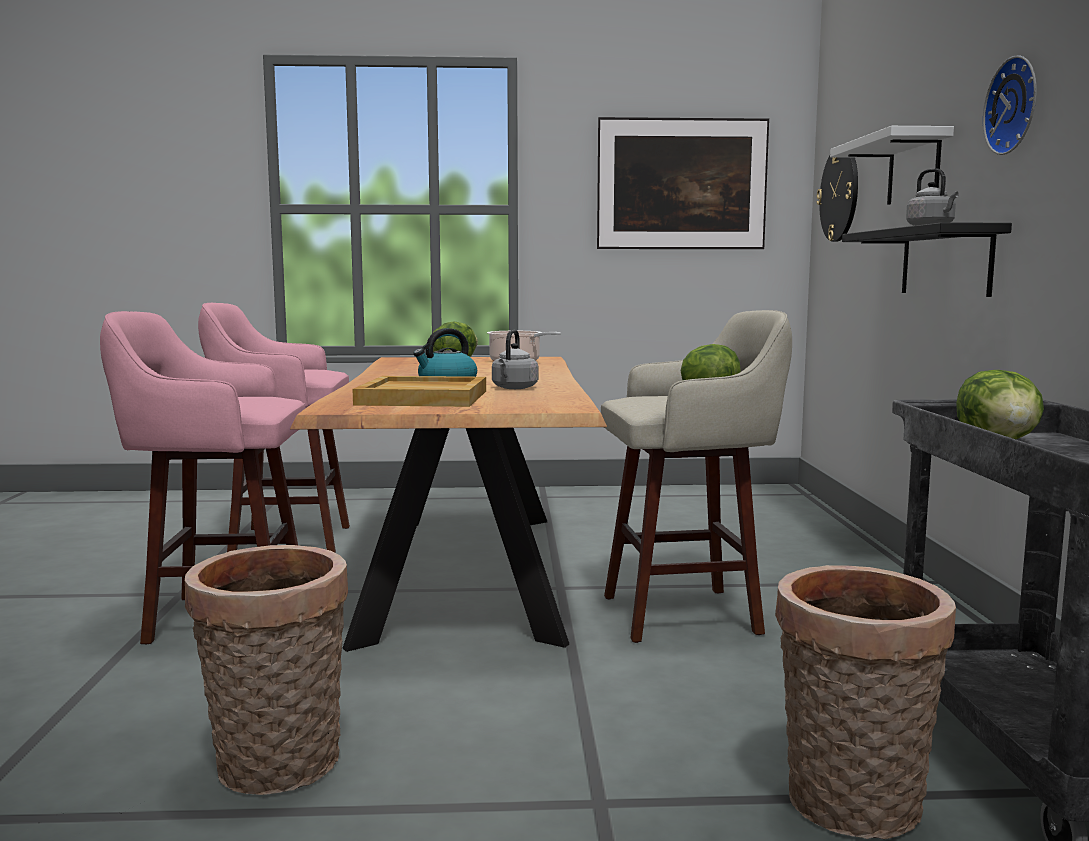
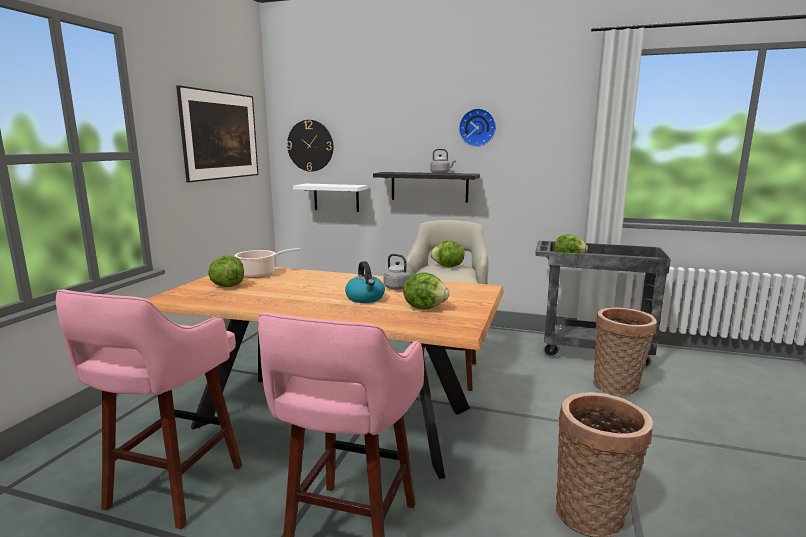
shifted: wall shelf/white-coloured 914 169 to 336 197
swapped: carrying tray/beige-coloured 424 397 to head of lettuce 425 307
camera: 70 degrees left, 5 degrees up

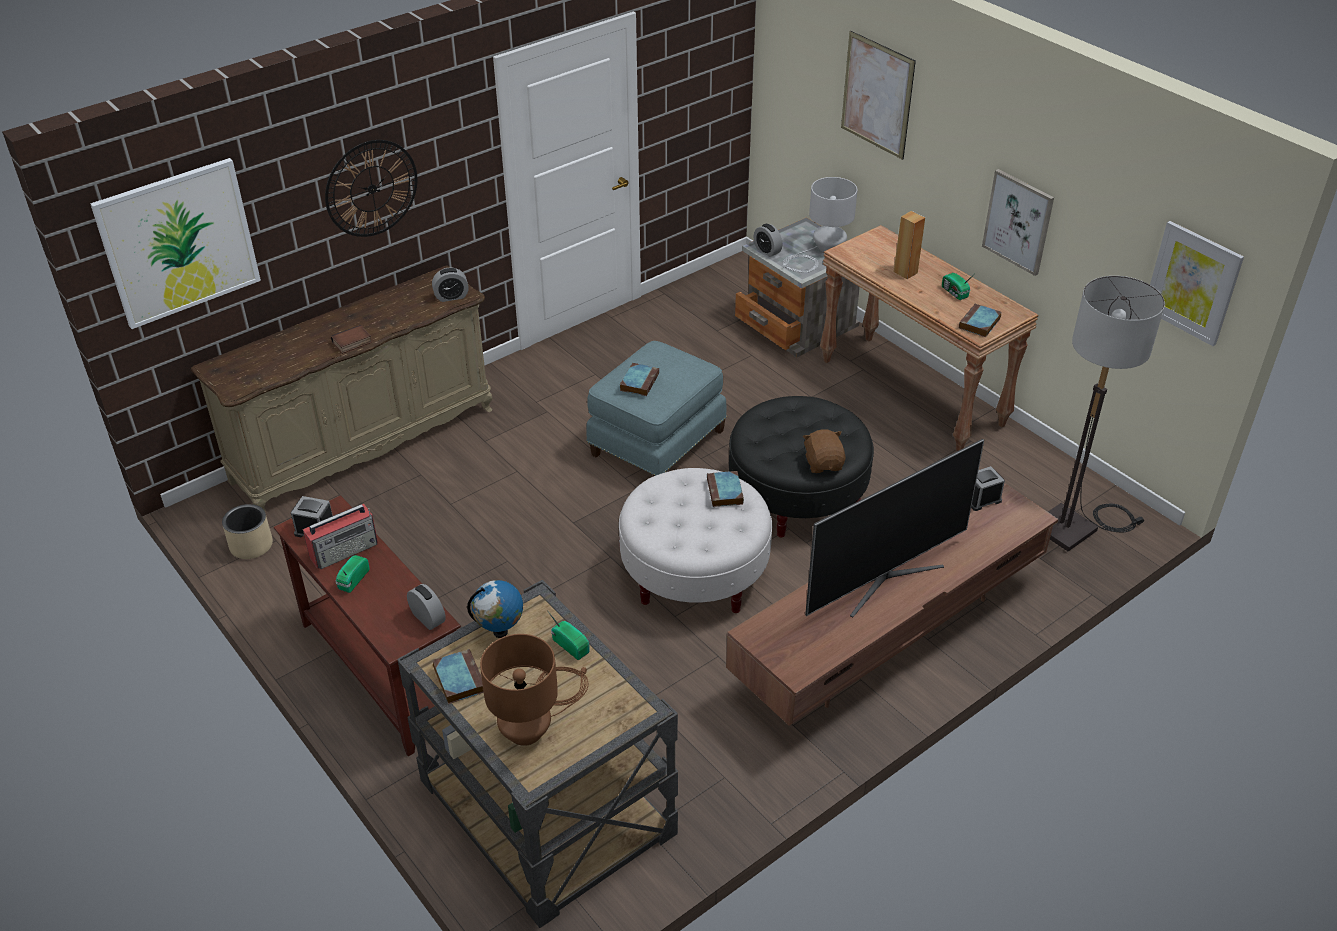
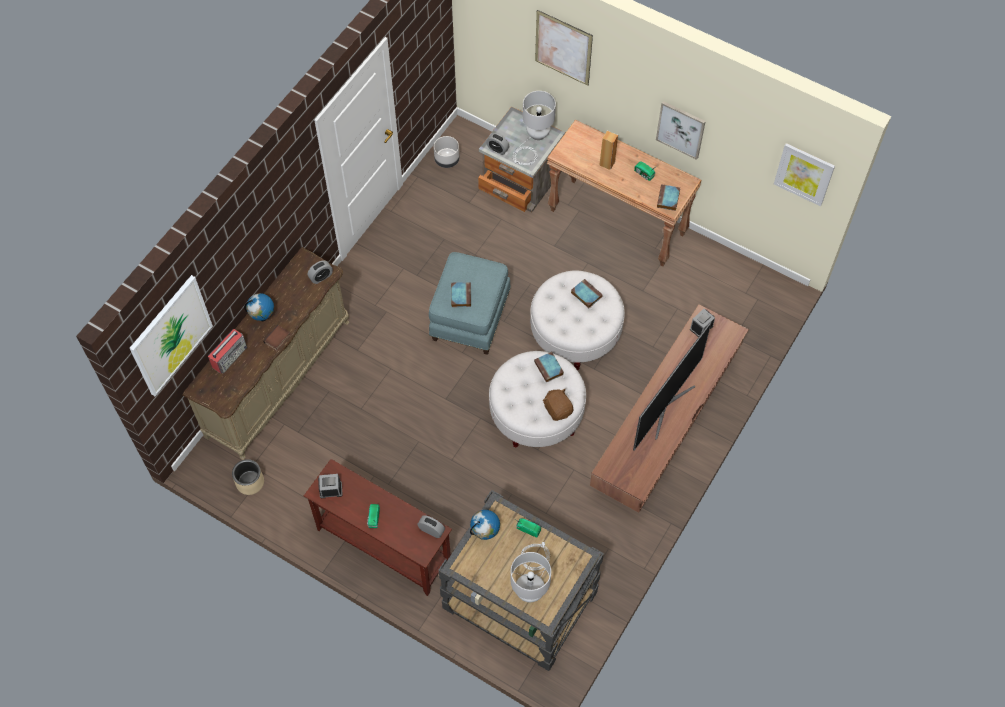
gone: clock on the wall 371 188; floor lamp 1079 527
new: planter/greyish 447 160; desk globe 263 317
shifted: soft toy/brown-coloured 824 463 to 558 409; radio 345 550 to 230 356; book 458 679 to 585 294
repainted: footrest/black-coloured 797 495 to footrest/white-coloured 575 333; tabletop lamp/brown-coloured 540 713 to tabletop lamp/greyish 532 578
camera: 20 degrees left, 20 degrees up

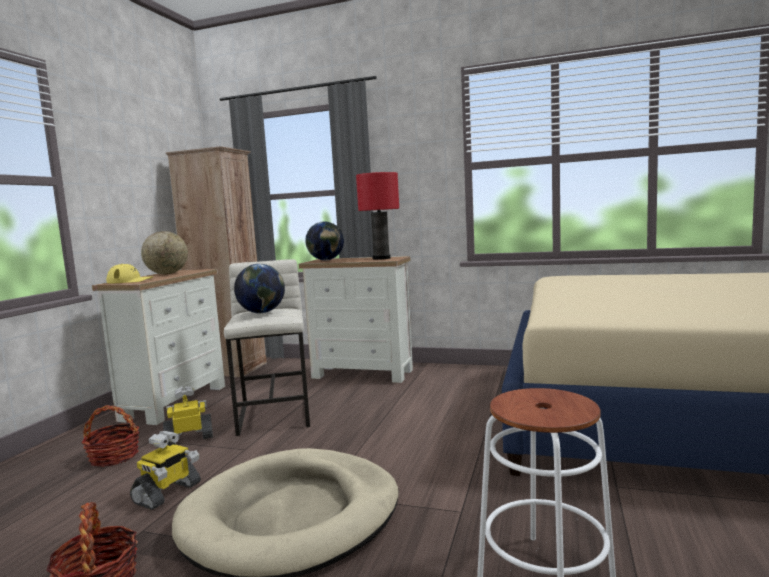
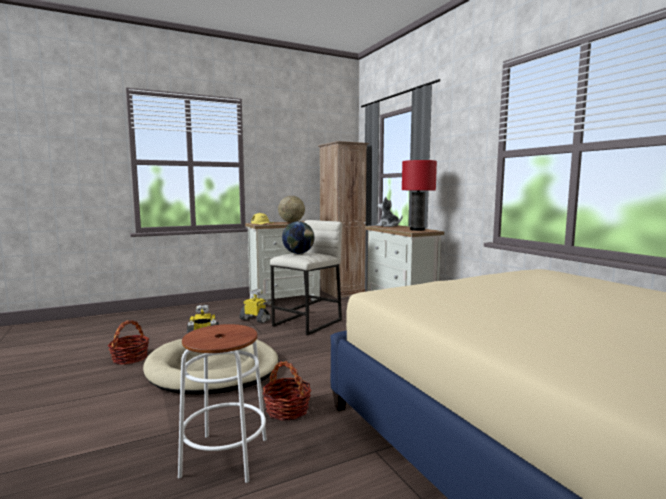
shifted: household basket 114 457 to 287 410
swapped: desk globe 326 260 to soft toy 388 226
camera: 45 degrees right, 0 degrees up

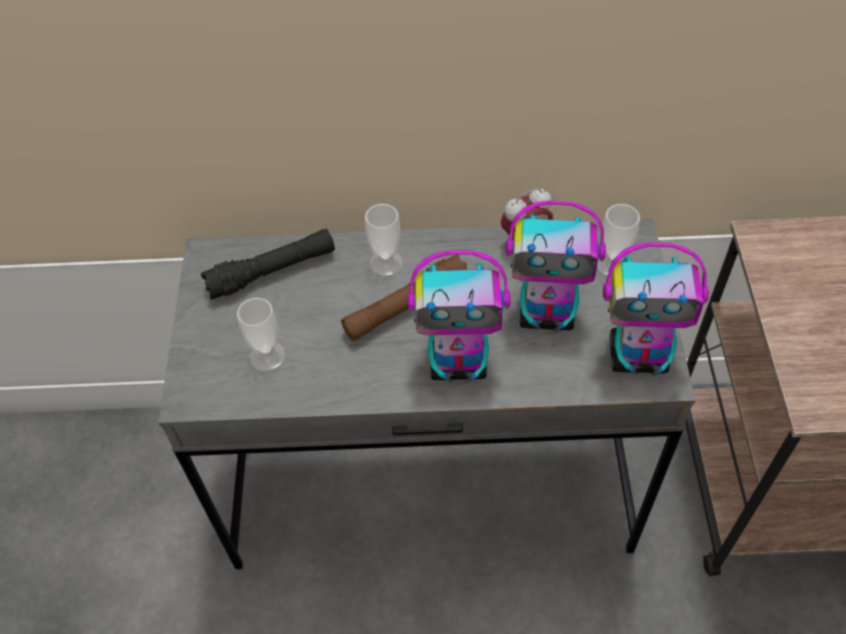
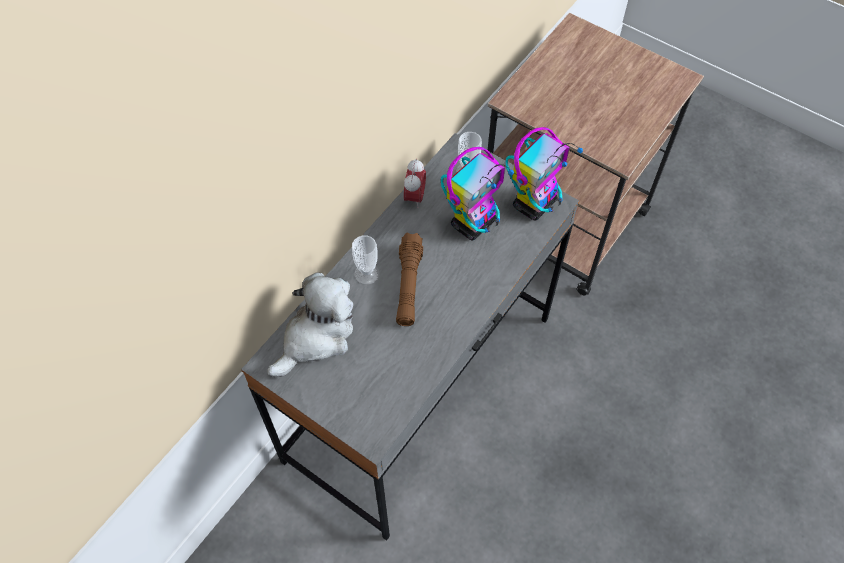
gone: toy robot 459 363; cup 267 356
swapped: torch/black-coloured 272 272 to soft toy 316 336
camera: 55 degrees left, 5 degrees up

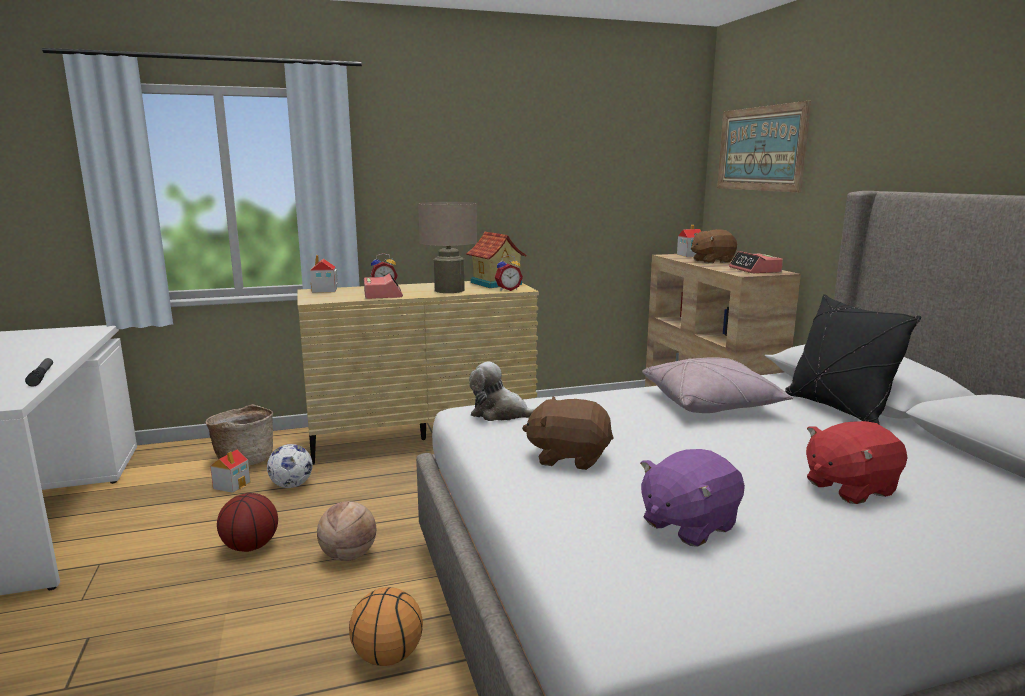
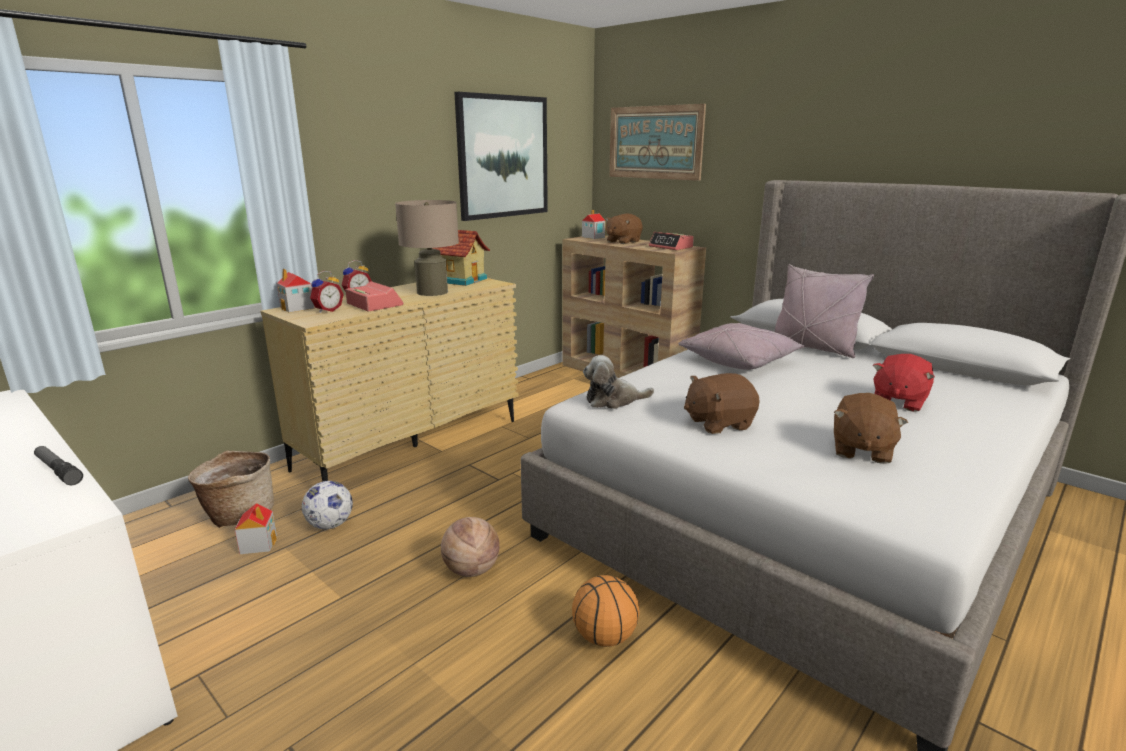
gone: basketball 250 547
new: wall art 503 157
shifted: table clock 507 289 to 327 310
repainted: throw pillow/black-coloured 837 408 to throw pillow/purple 813 349; soft toy/purple 688 524 to soft toy/brown-coloured 861 450
camera: 30 degrees left, 5 degrees up

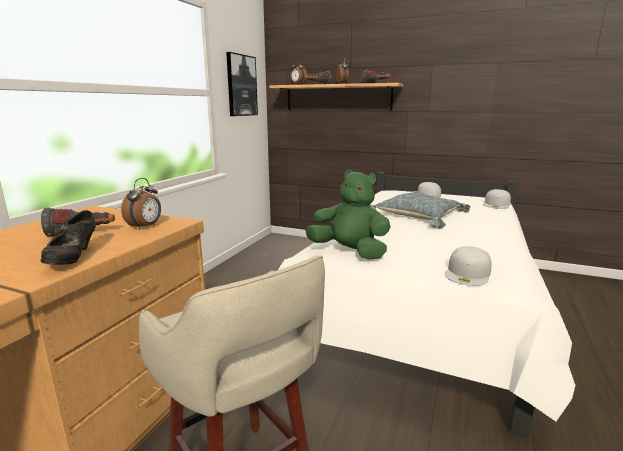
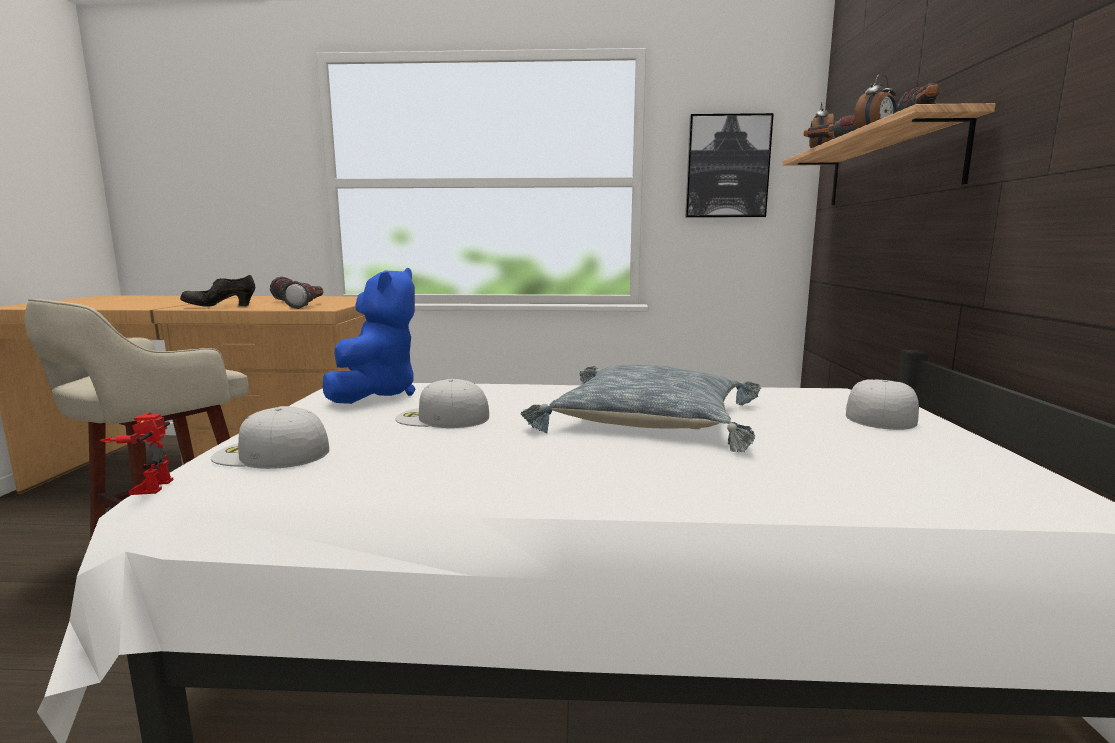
new: toy robot 147 486
shifted: cap/white-coloured 497 204 to 441 418
swapped: table clock 145 226 to torch 309 306
repainted: soft toy/green 349 252 to soft toy/blue-coloured 376 394
camera: 70 degrees right, 5 degrees down

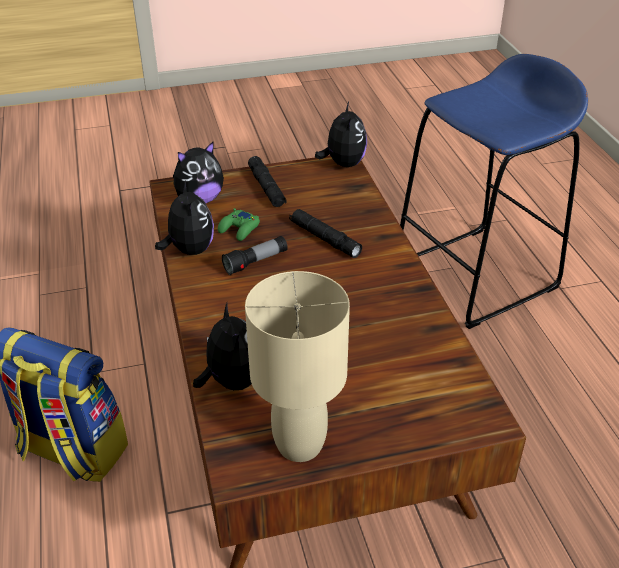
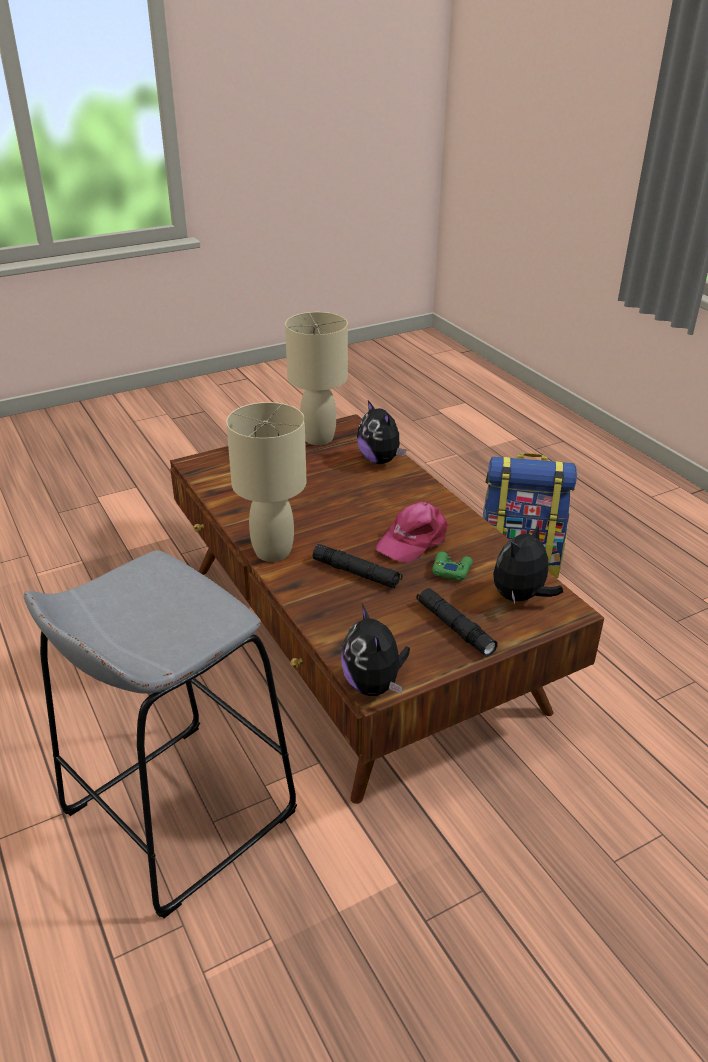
gone: soft toy 189 250
new: tabletop lamp/beige-coloured 273 551
swapped: torch 256 262 to cap/pink-coloured 413 540
repainted: sitting stool/blue-coloured 476 275 to sitting stool/greyish 179 812
camera: 165 degrees right, 5 degrees down

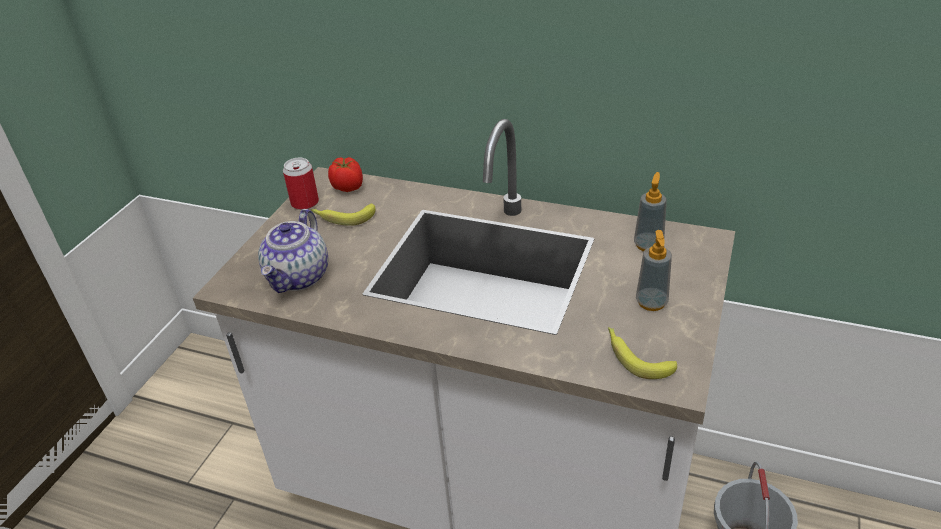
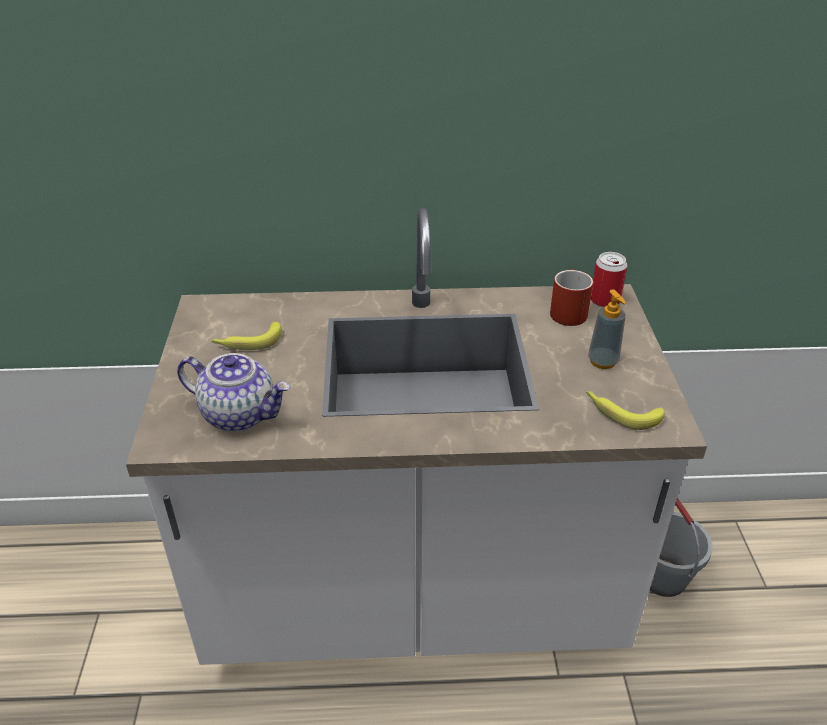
gone: fresh tomato 348 187
shifted: metal can 305 203 to 605 300
swapped: soap bottle 648 245 to coffee mug/red-coloured 566 310
rotated: pot for tea 299 277 = 240 414 60 degrees counterclockwise
camera: 25 degrees left, 0 degrees up

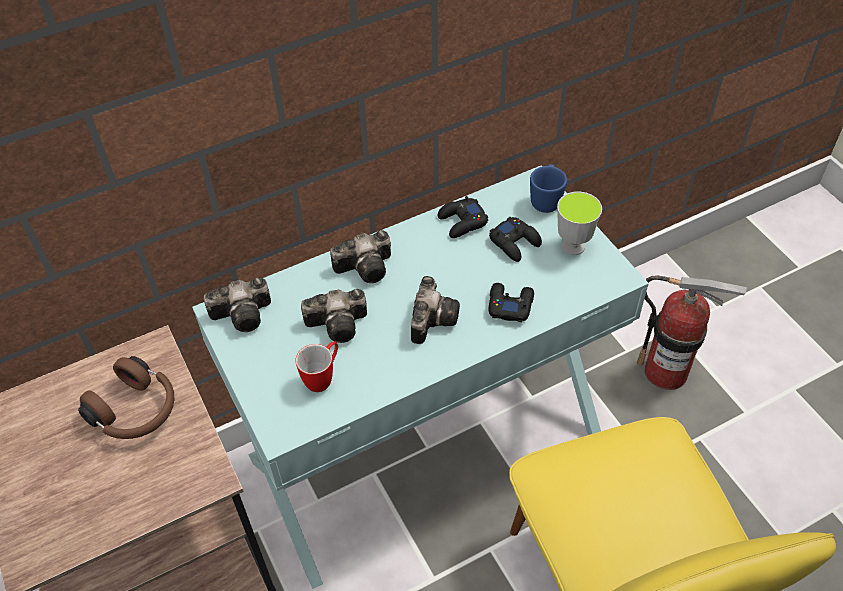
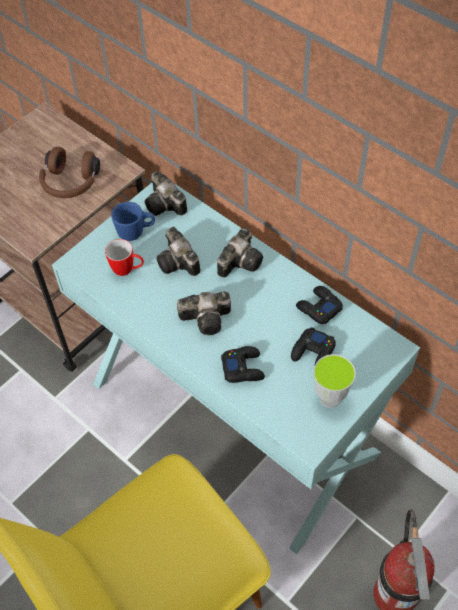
shifted: coffee mug/blue-coloured 546 199 to 135 232
rotated: photo camera 367 267 = 241 260 105 degrees counterclockwise
camera: 70 degrees right, 5 degrees up

